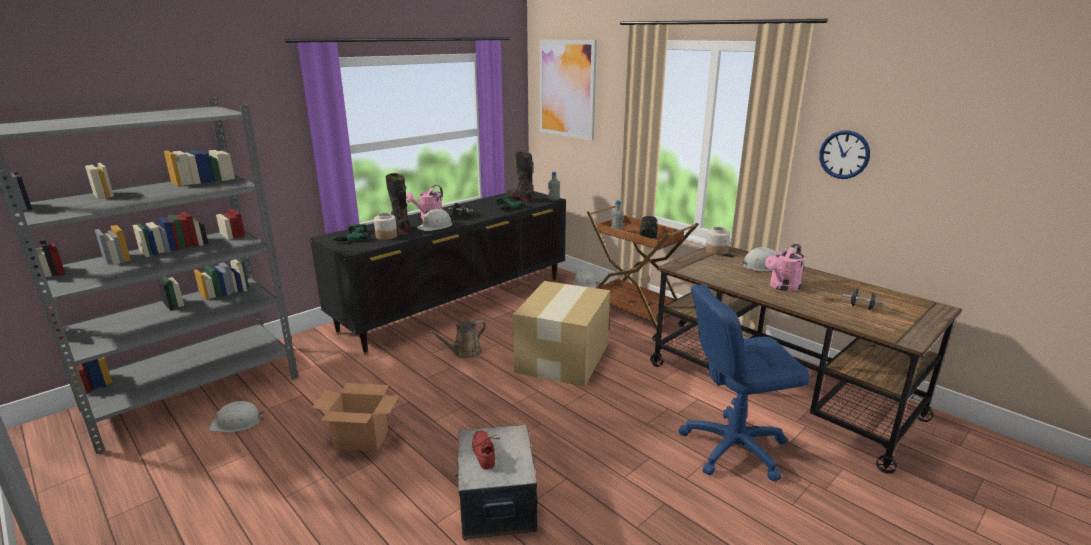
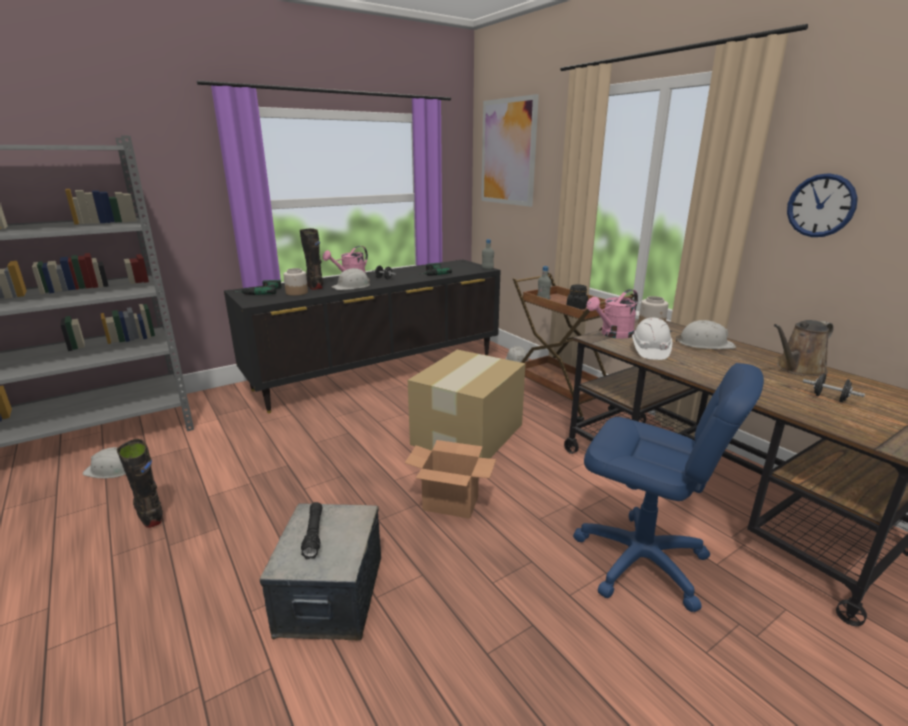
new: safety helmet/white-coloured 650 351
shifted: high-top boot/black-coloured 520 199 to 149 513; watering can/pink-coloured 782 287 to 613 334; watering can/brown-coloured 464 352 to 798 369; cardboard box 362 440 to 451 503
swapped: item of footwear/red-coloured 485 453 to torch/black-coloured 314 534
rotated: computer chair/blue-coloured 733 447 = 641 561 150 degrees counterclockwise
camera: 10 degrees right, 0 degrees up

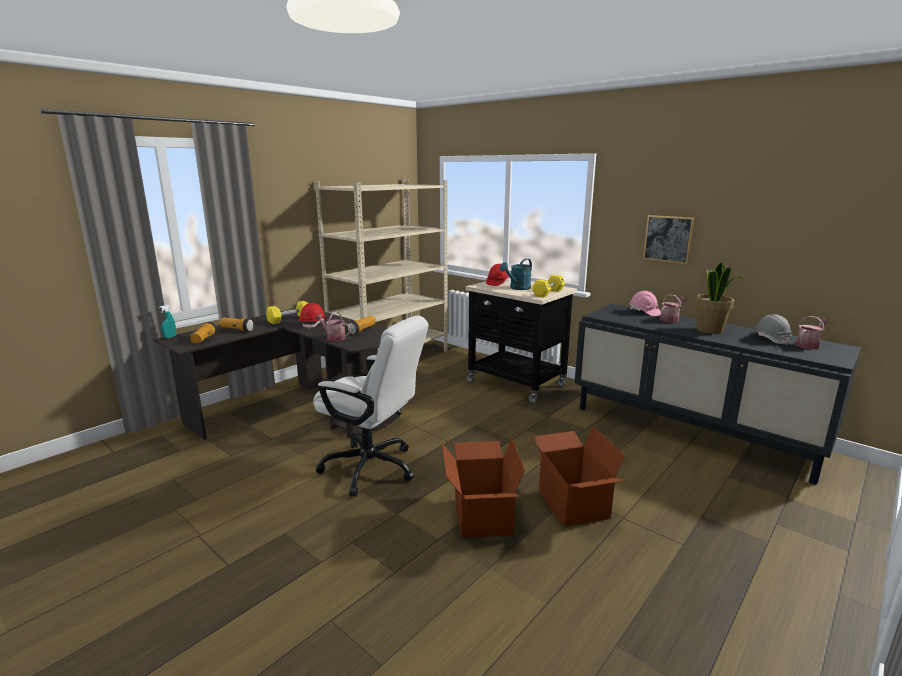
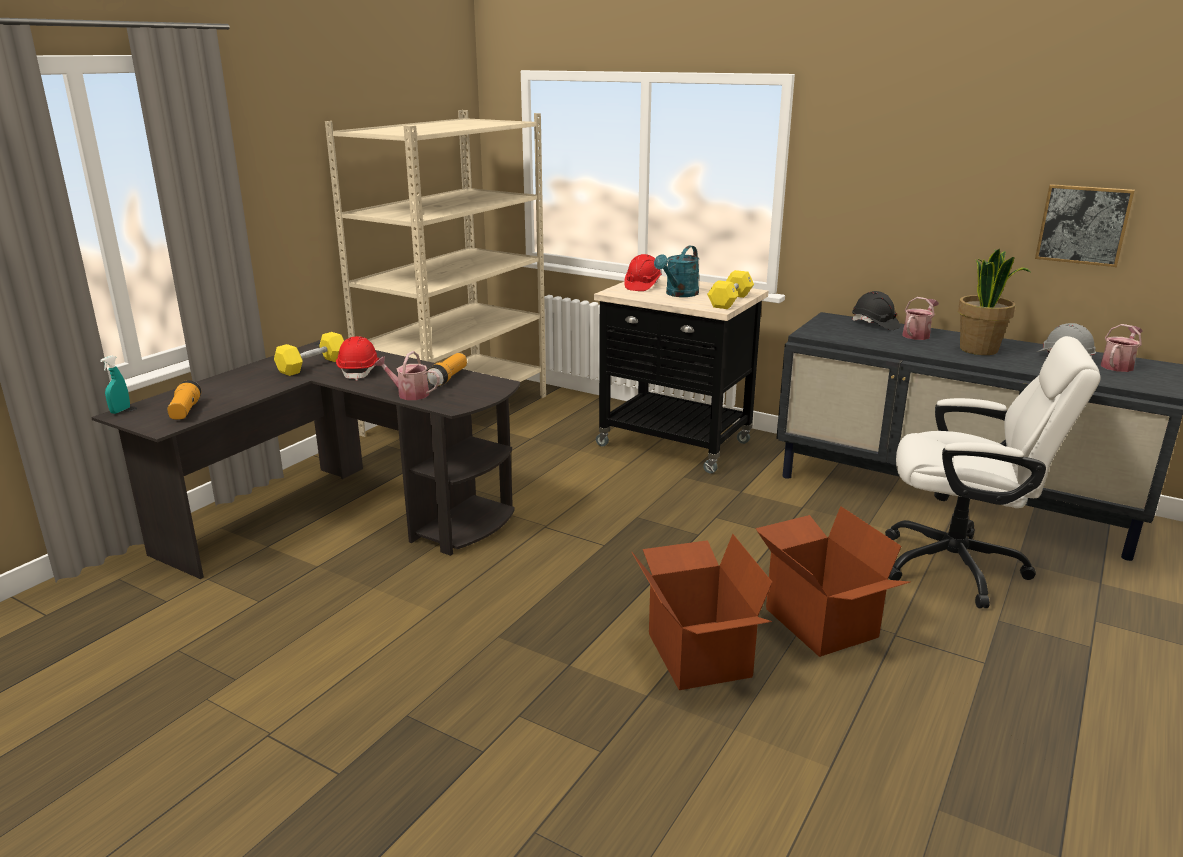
gone: torch 237 330
shifted: wall art 668 238 to 1083 225; computer chair/white-coloured 373 469 to 960 568
repainted: safety helmet/pink-coloured 644 312 to safety helmet/black-coloured 874 324
camera: 10 degrees left, 5 degrees up

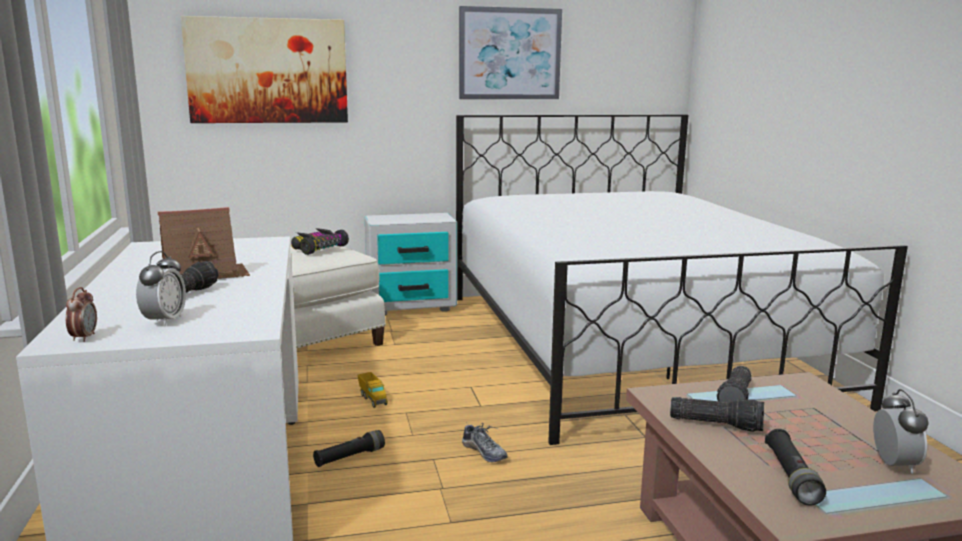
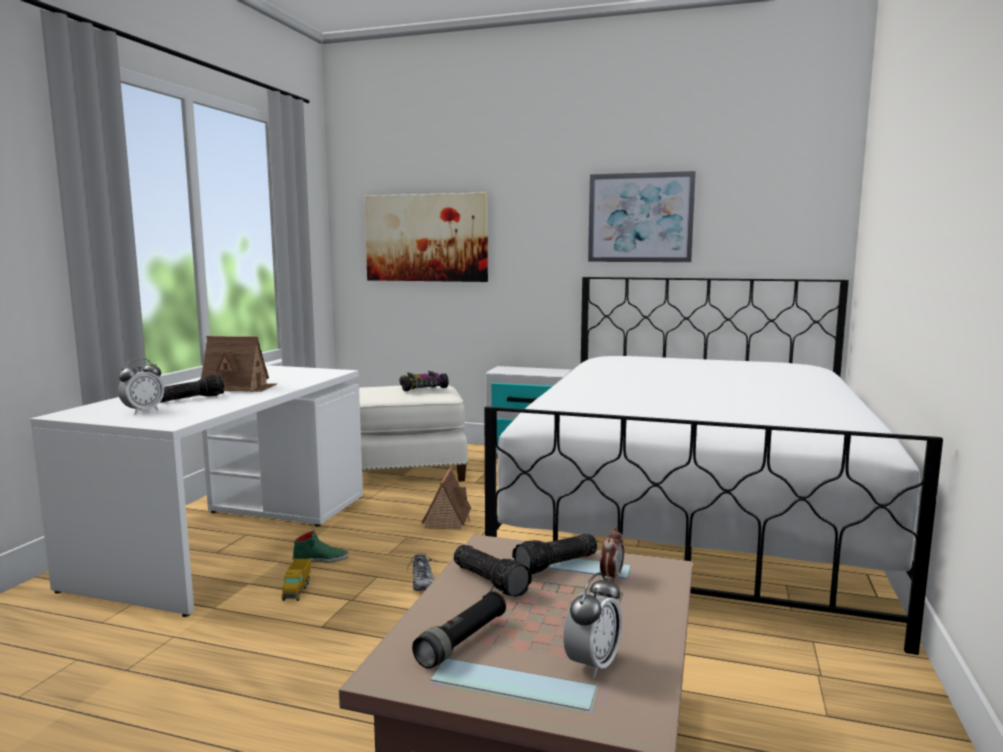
new: model house 447 519
shifted: table clock 84 338 to 611 577; toy truck 372 399 to 297 590
swapped: torch/black-coloured 349 457 to item of footwear/green 321 559
camera: 30 degrees right, 5 degrees down

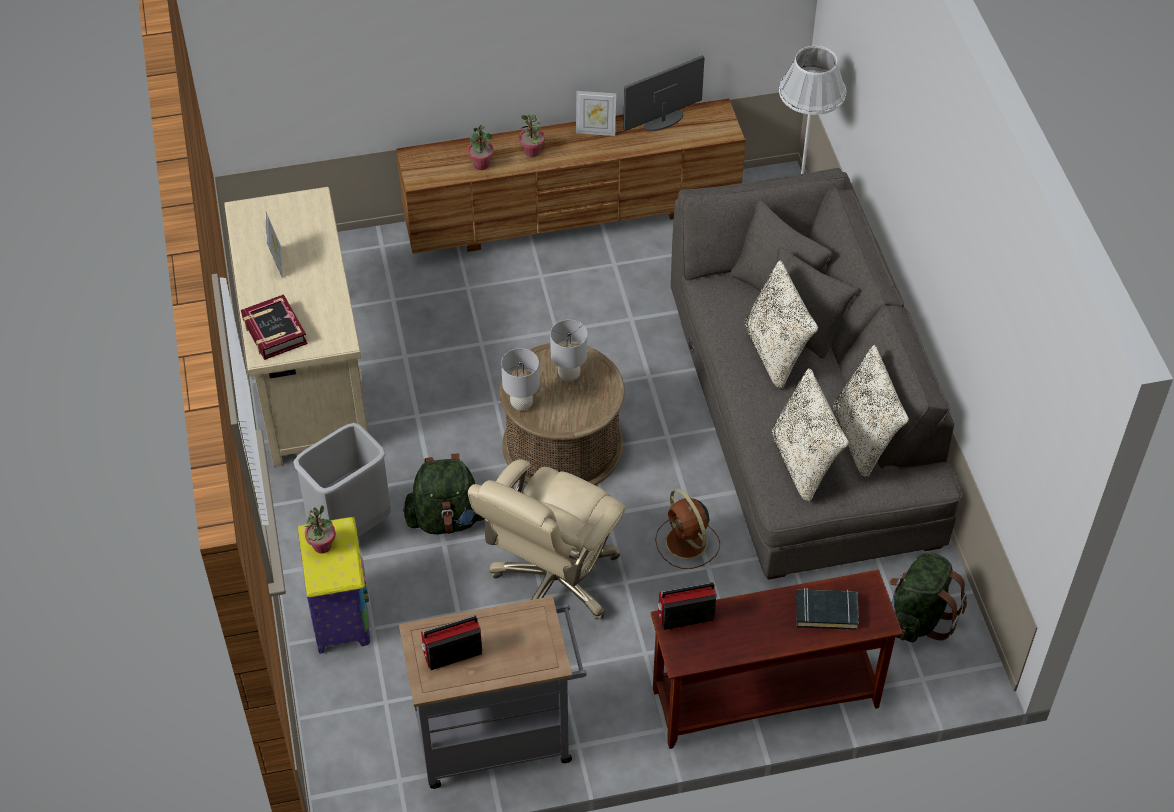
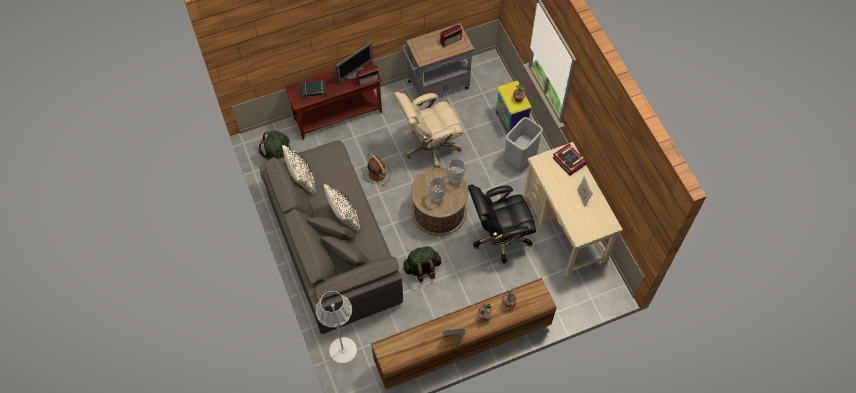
gone: throw pillow/beige-coloured 802 466
new: computer chair/black-coloured 498 238
shifted: computer display 662 121 to 355 72; backpack/green 447 519 to 422 268
rotated: computer chair/beige-coloured 551 585 = 430 147 135 degrees counterclockwise
camera: 170 degrees right, 10 degrees up

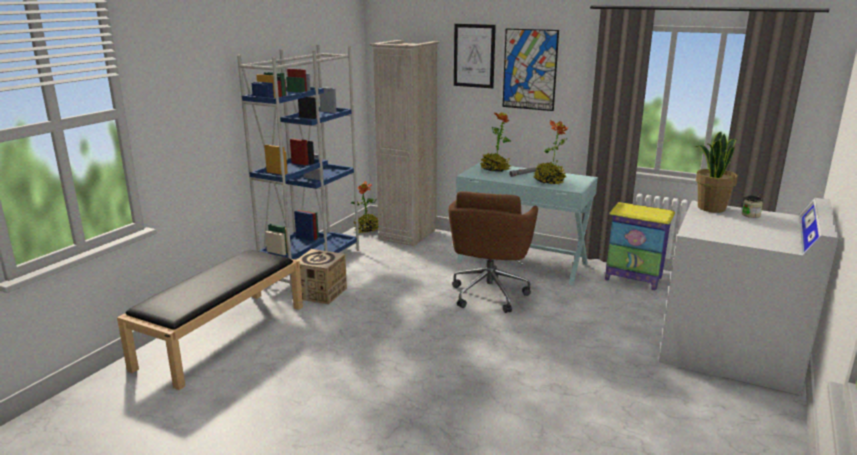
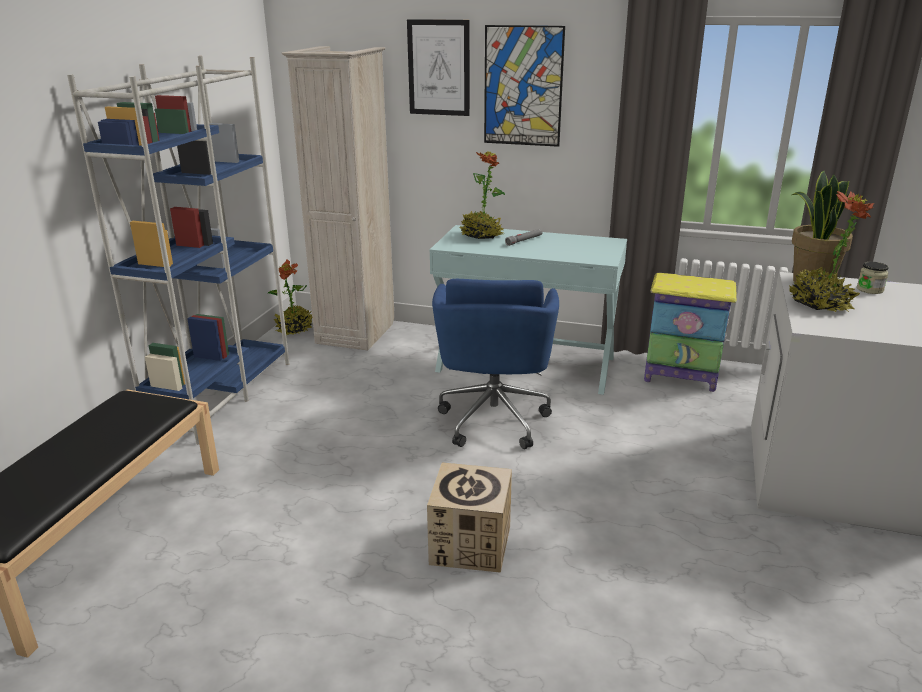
shifted: plant in a pot 549 181 to 820 304; cardboard box 321 293 to 470 545
repainted: computer chair/brown-coloured 489 293 to computer chair/blue-coloured 493 418
camera: 10 degrees left, 5 degrees up

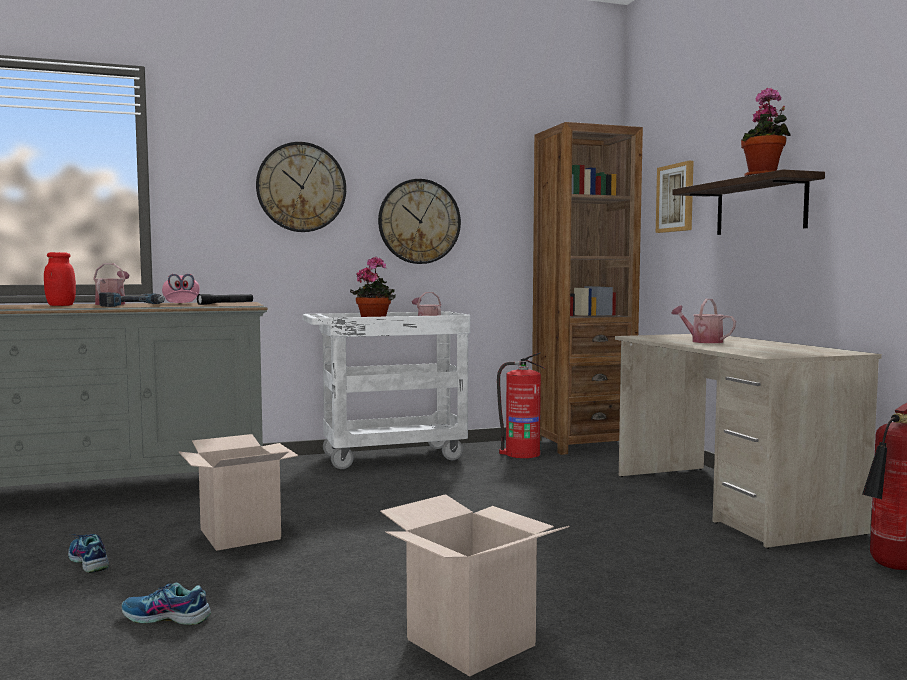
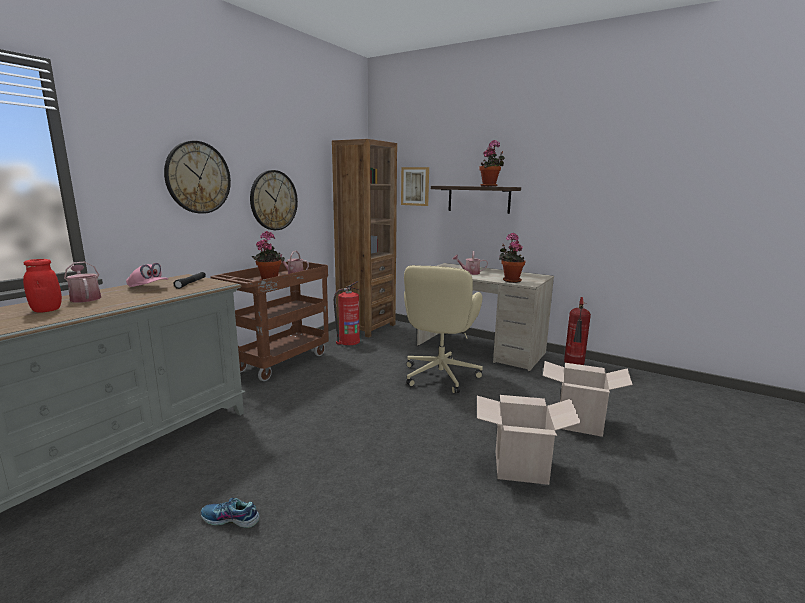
gone: electric drill 133 306; item of footwear 166 618
new: plant in a pot 510 280; computer chair/beige-coloured 440 376
shifted: cardboard box 240 534 to 579 422
repainted: trolley/white-coloured 387 458 to trolley/brown-coloured 279 364
camera: 40 degrees left, 10 degrees up

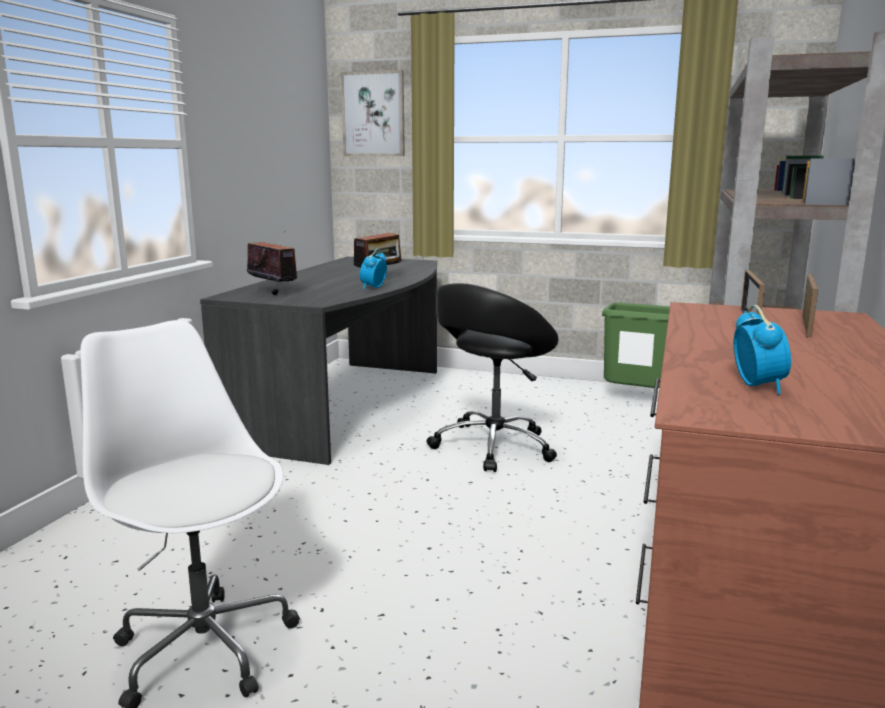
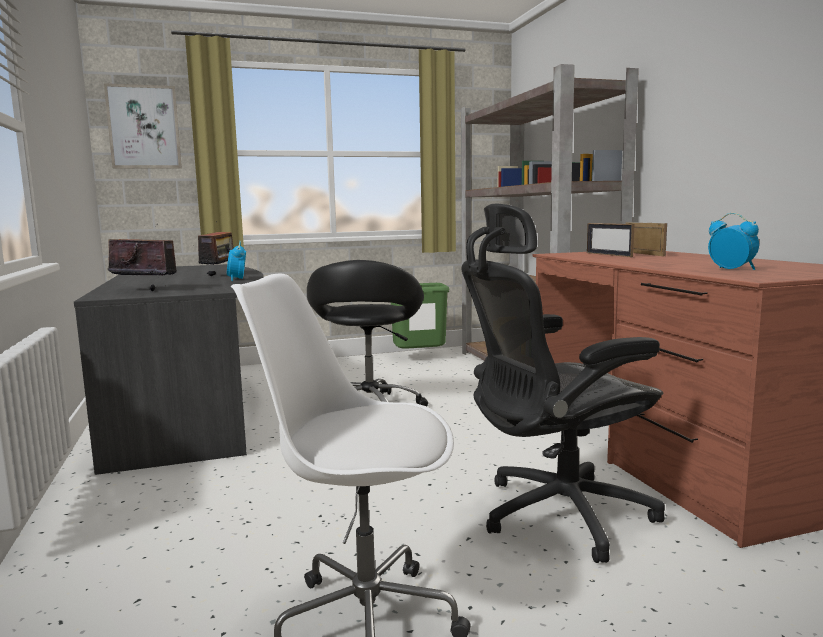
new: computer chair 557 517
camera: 35 degrees left, 5 degrees down

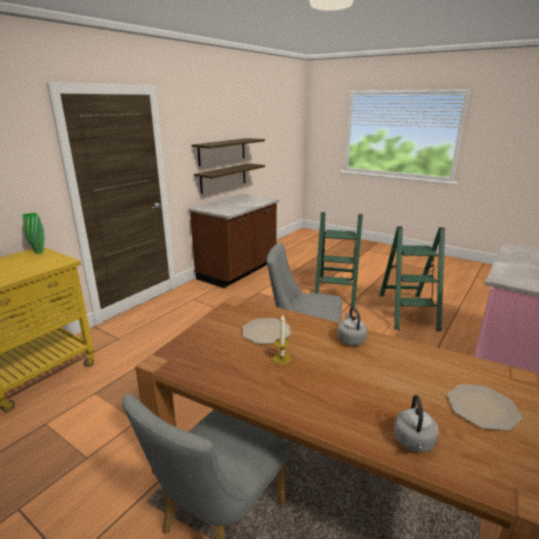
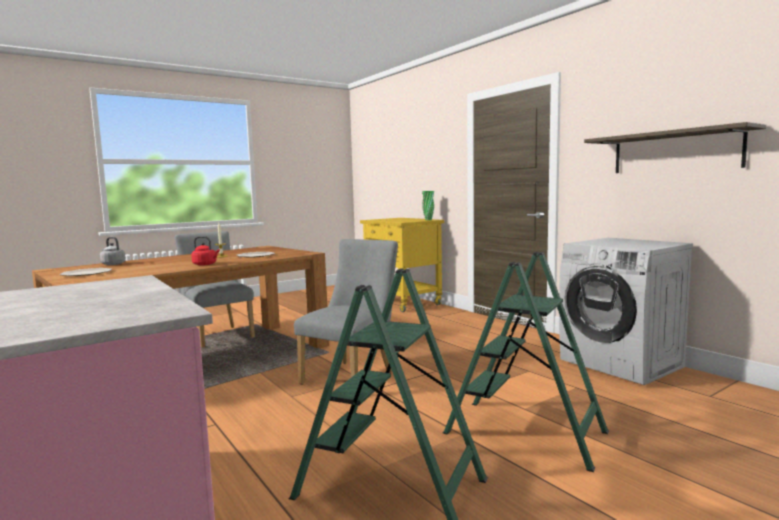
gone: wall shelf 223 178
swapped: kitchen counter/brown-coloured 238 271 to laundry appliance/white-coloured 621 365
repainted: kettle/greyish 350 339 to kettle/red-coloured 206 264
camera: 110 degrees right, 15 degrees down

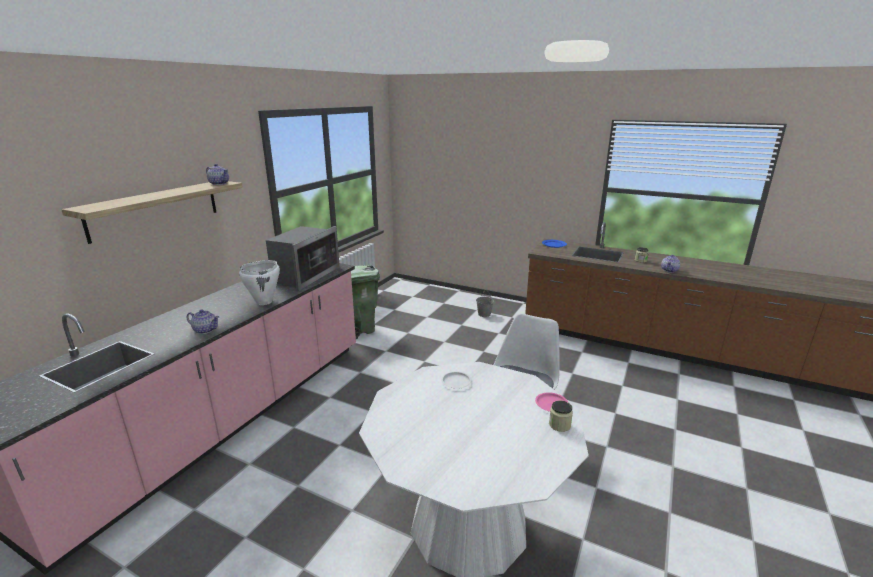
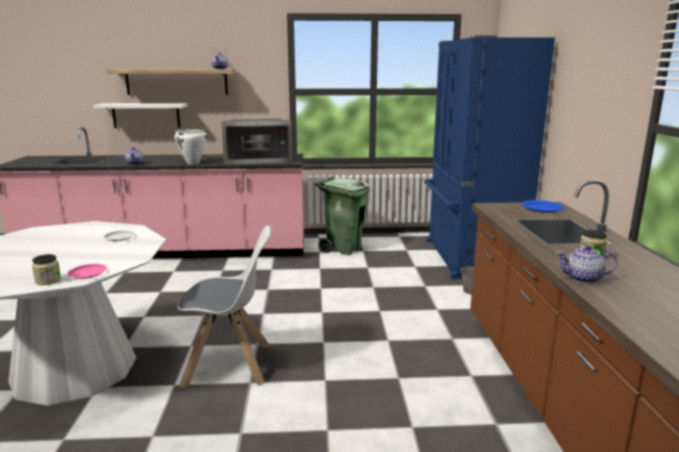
new: fridge/blue-coloured 469 258; wall shelf/white-coloured 146 115
camera: 60 degrees right, 5 degrees down

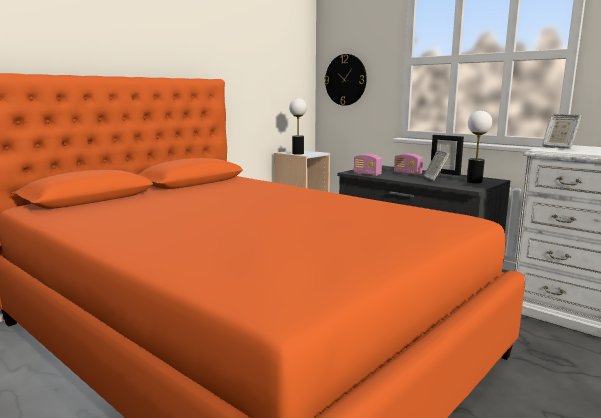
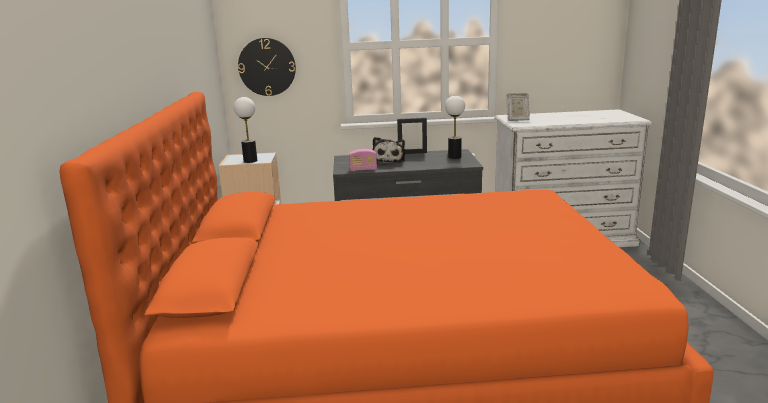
gone: picture frame 435 179
swapped: radio 407 173 to soft toy 389 160
camera: 45 degrees left, 5 degrees up

